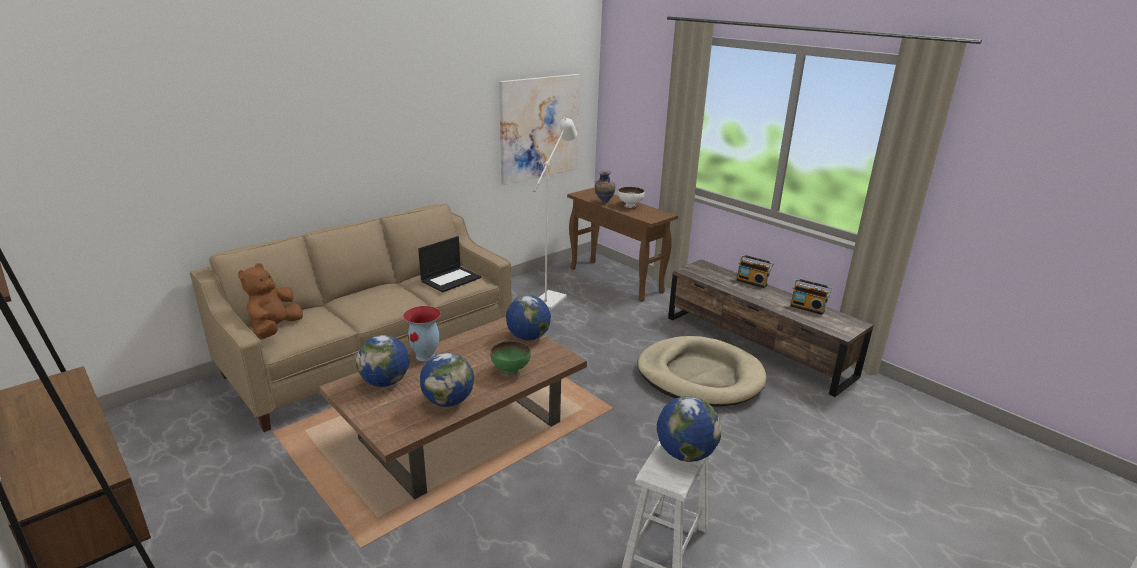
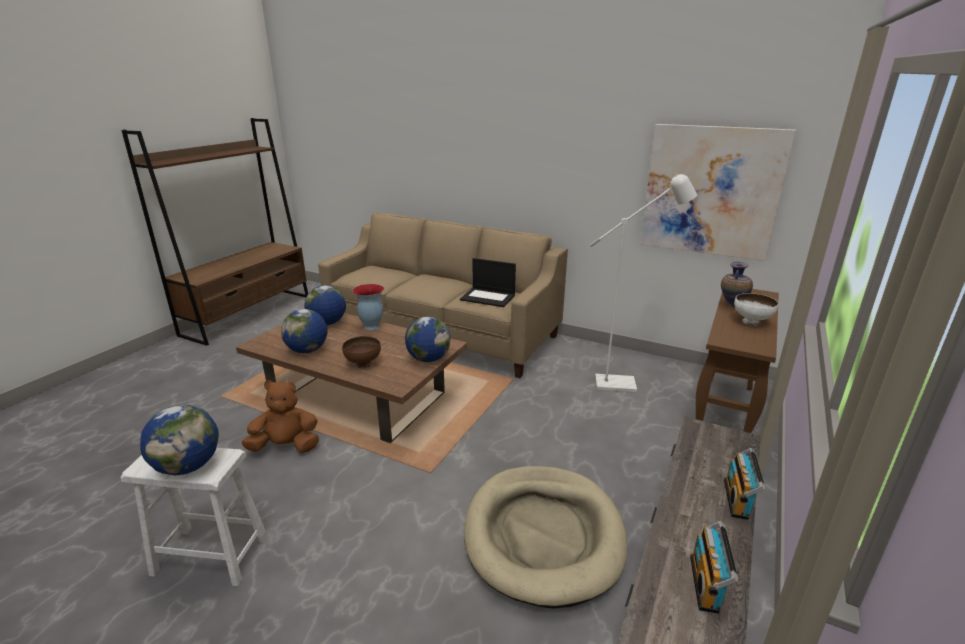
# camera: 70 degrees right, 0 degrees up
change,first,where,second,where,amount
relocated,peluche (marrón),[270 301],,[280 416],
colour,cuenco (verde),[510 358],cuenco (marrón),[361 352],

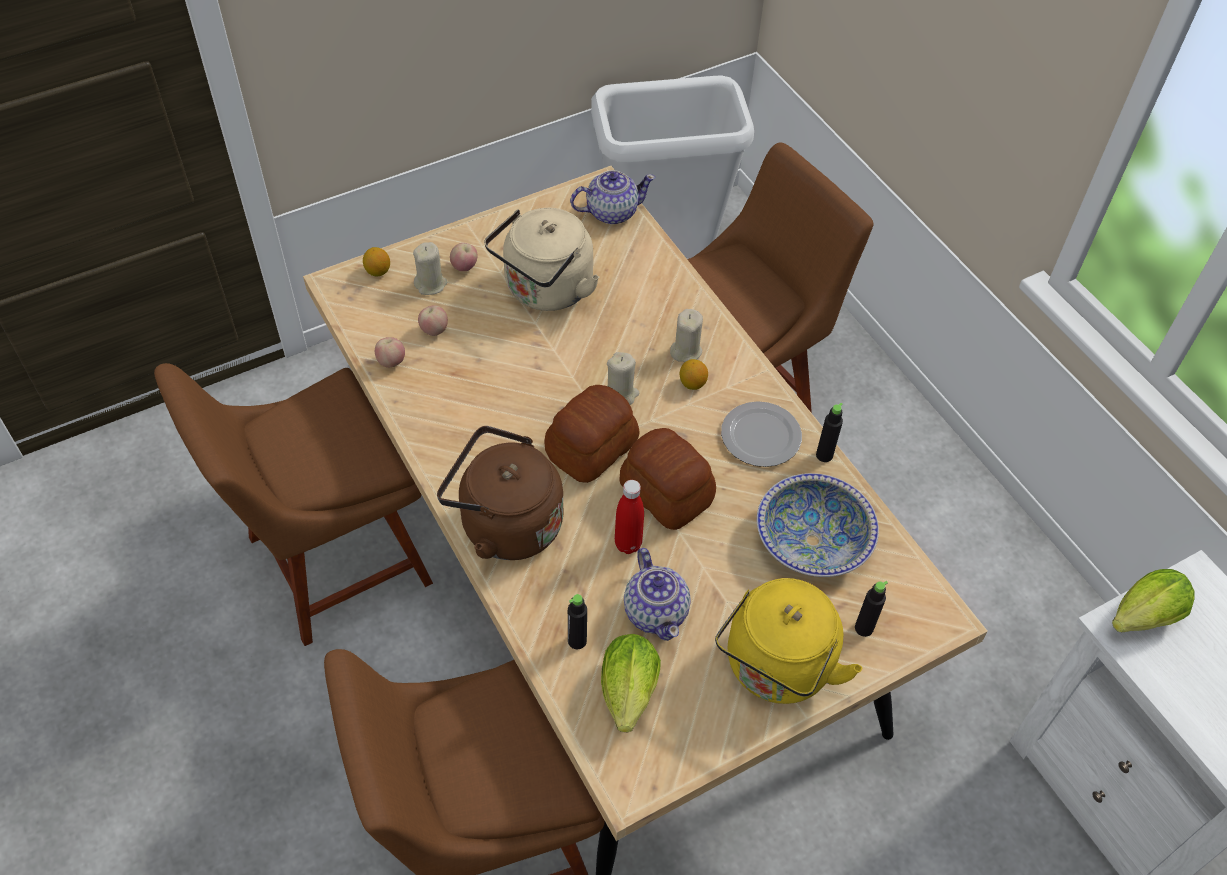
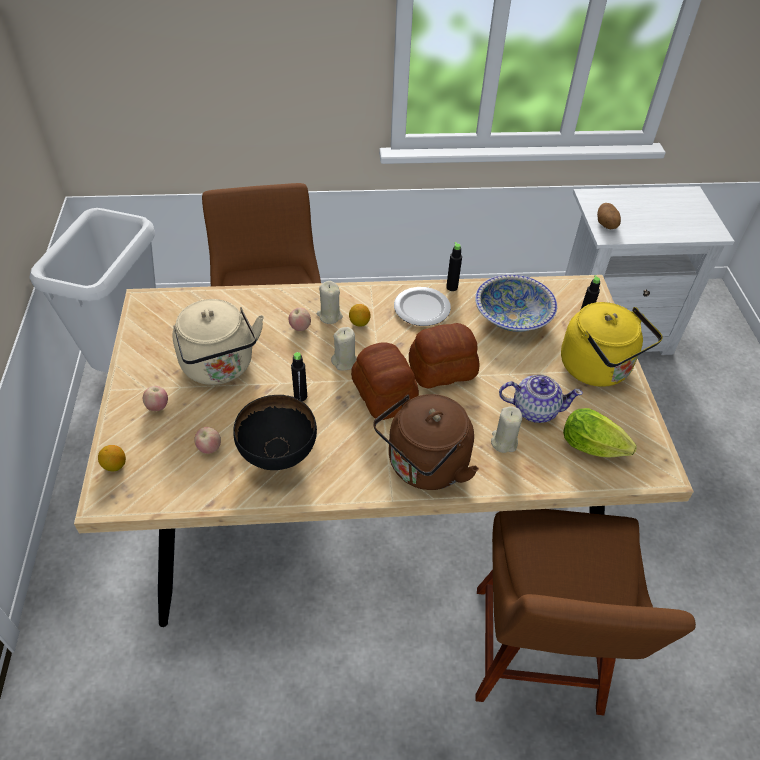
# camera: 65 degrees left, 5 degrees down
change,first,where,second,where,amount
missing,silla (marrón),[293 504],,,
missing,tetera,[612 197],,,
missing,botella (rojo),[629 517],,,
appeared,,,cuenco (negro),[275 432],
relocated,manzana,[390 352],,[300 319],
relocated,vela (beis),[430 268],,[506 429],
relocated,botella (negro),[577 621],,[299 376],
exchanged,lechuga,[1153 600],patata,[609 216],

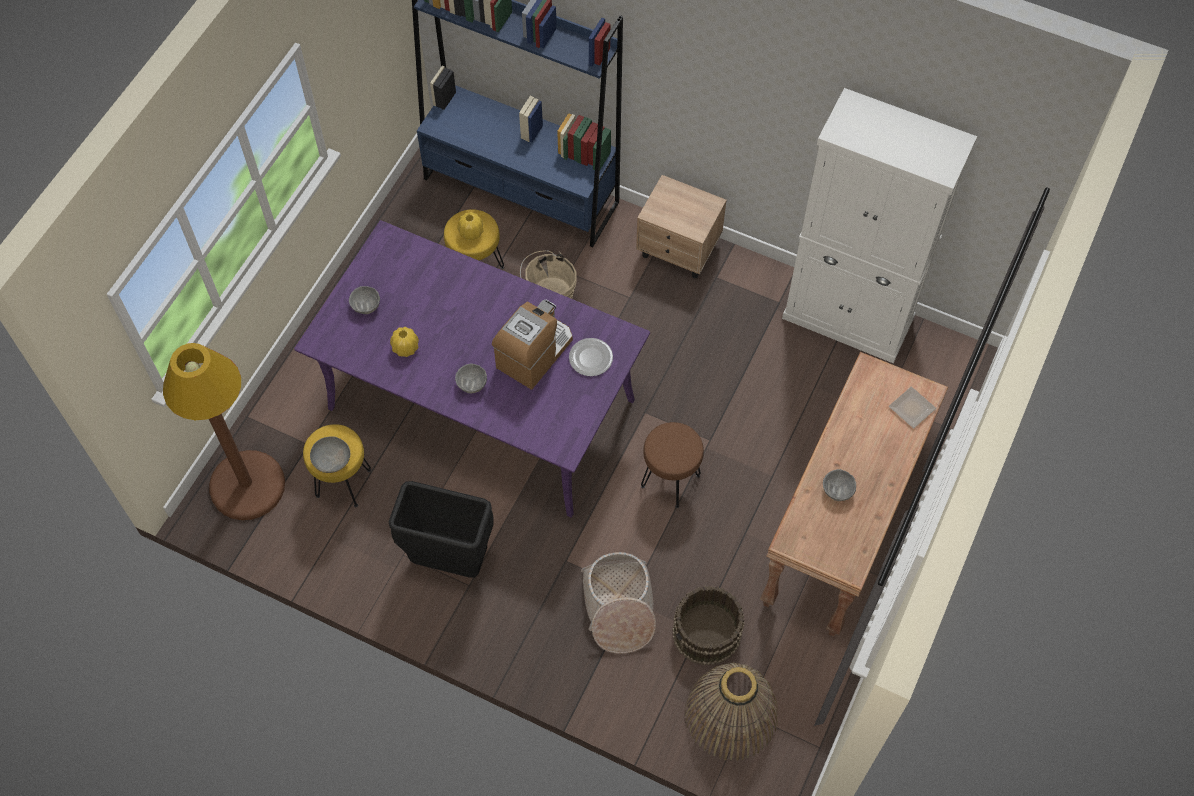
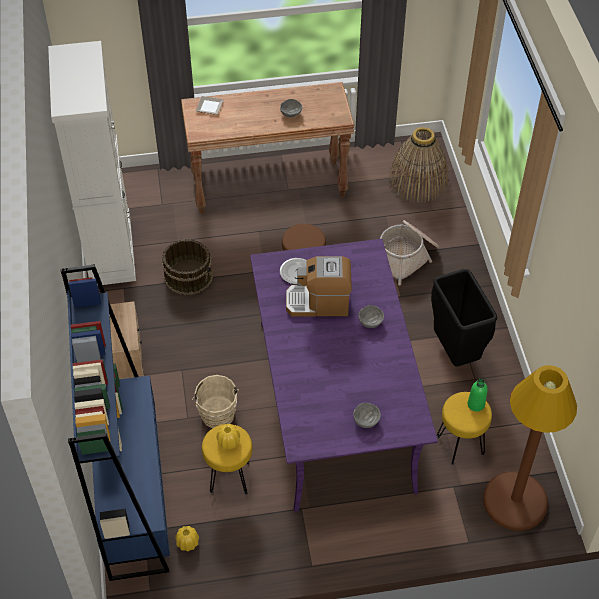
# camera: 125 degrees left, 10 degrees down
change,first,where,second,where,amount
relocated,florero (amarillo),[404 342],,[187 539],
relocated,cubo (marrón),[708 626],,[187 267],
exchanged,cuenco (gris),[330 454],botella (verde),[478 395],

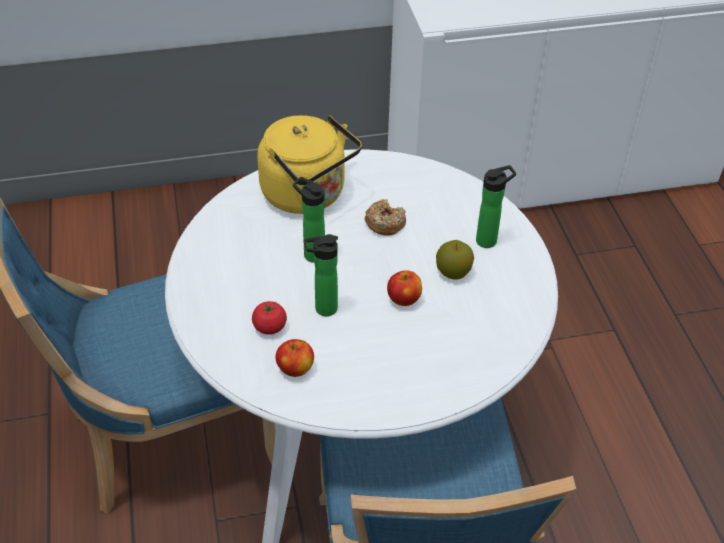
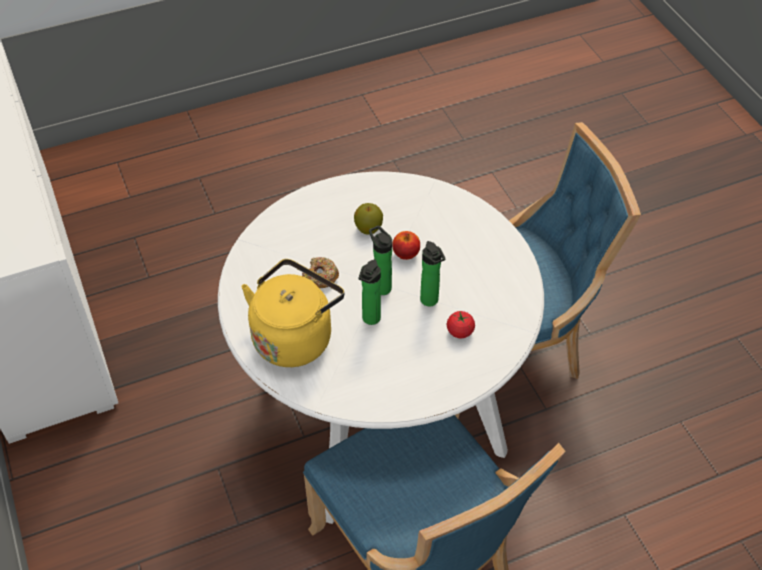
# camera: 100 degrees left, 5 degrees up
change,first,where,second,where,amount
missing,manzana,[295 358],,,
relocated,botella,[496 206],,[380 260],

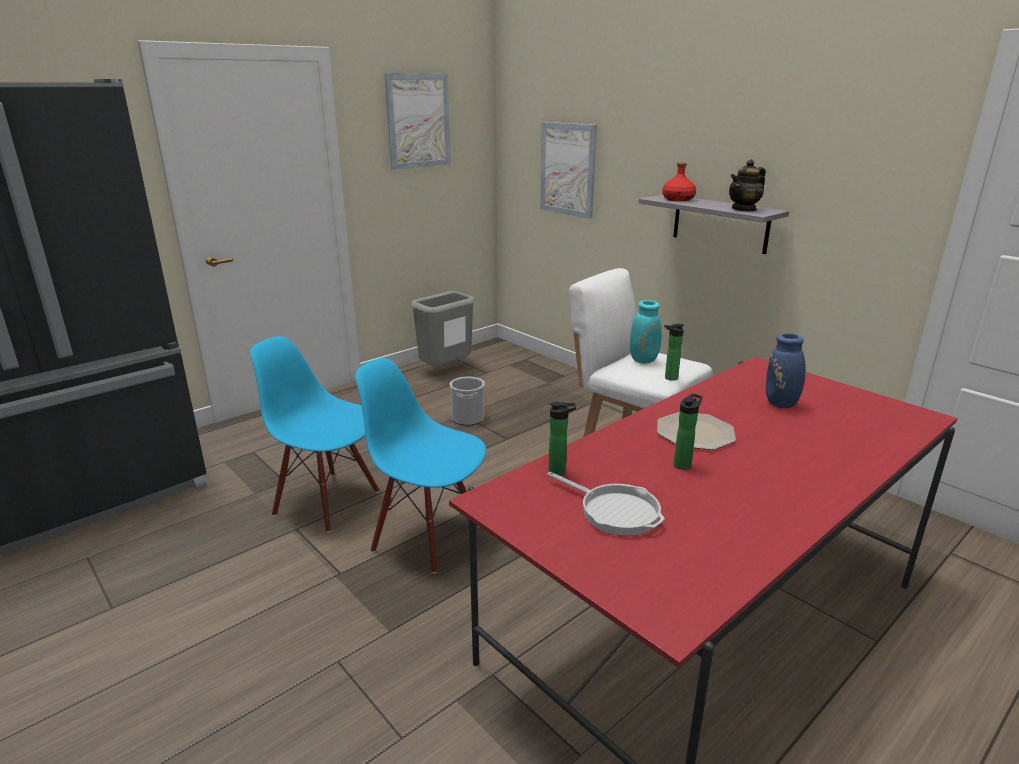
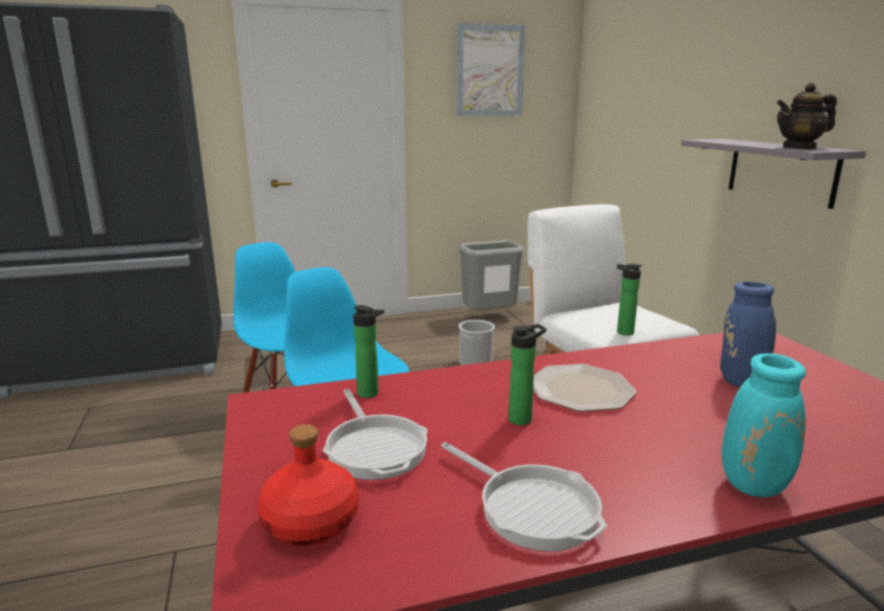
# camera: 25 degrees right, 5 degrees down
change,first,where,second,where,amount
missing,cuadro,[568 170],,,
appeared,,,sartén,[524 496],
relocated,florero (turquesa),[646 332],,[764 425],
relocated,botella (rojo),[679 181],,[308 485],

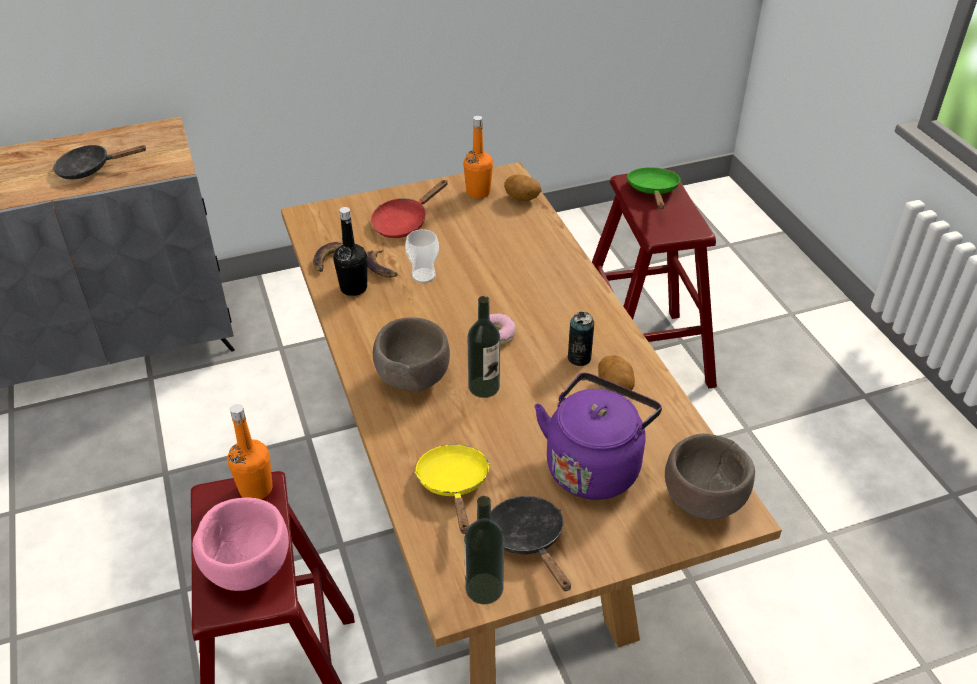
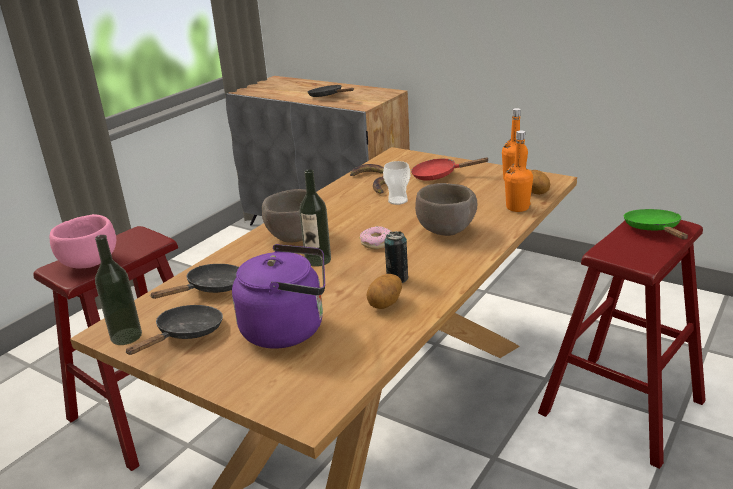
# camera: 55 degrees right, 15 degrees down
change,first,where,second,where,amount
missing,botella (negro),[350 251],,,
relocated,botella (naranja),[250 451],,[519 171],
relocated,cuenco (marrón),[710 476],,[446 209],
colour,sartén (amarillo),[452 489],sartén (negro),[195 281],
spun,sartén (verde),[654 188],,[656 224],60 degrees counterclockwise

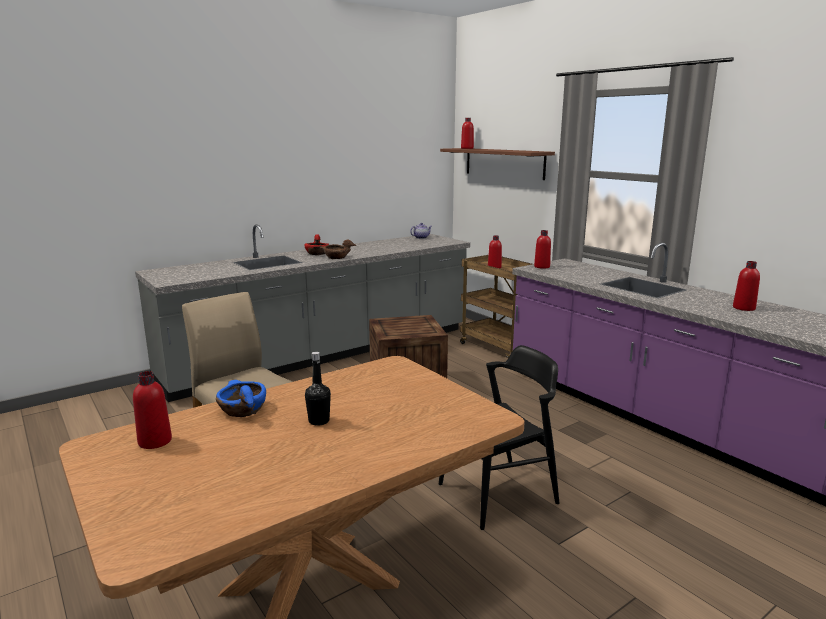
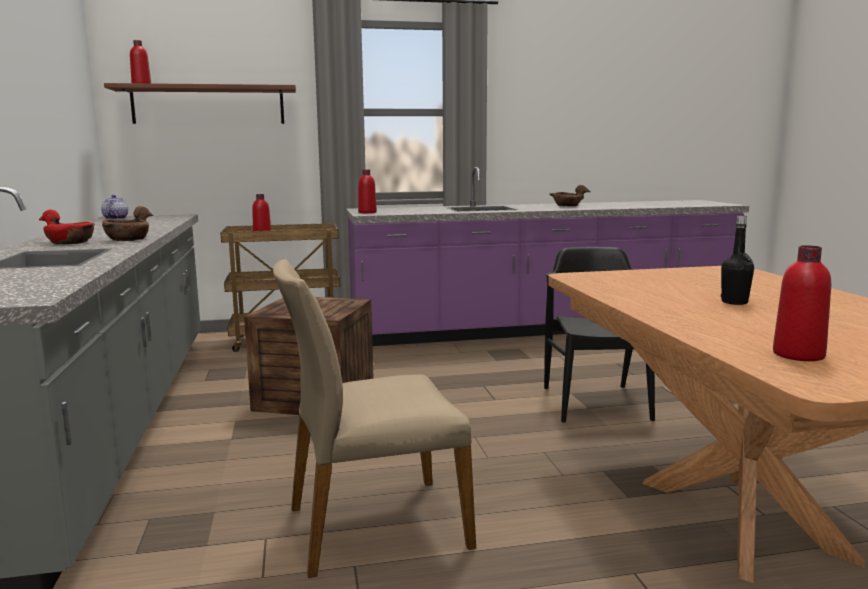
# camera: 65 degrees left, 5 degrees down
change,first,where,second,where,amount
missing,cuenco (azul),[241 398],,,
exchanged,botella (rojo),[746 286],cuenco (marrón),[569 195],

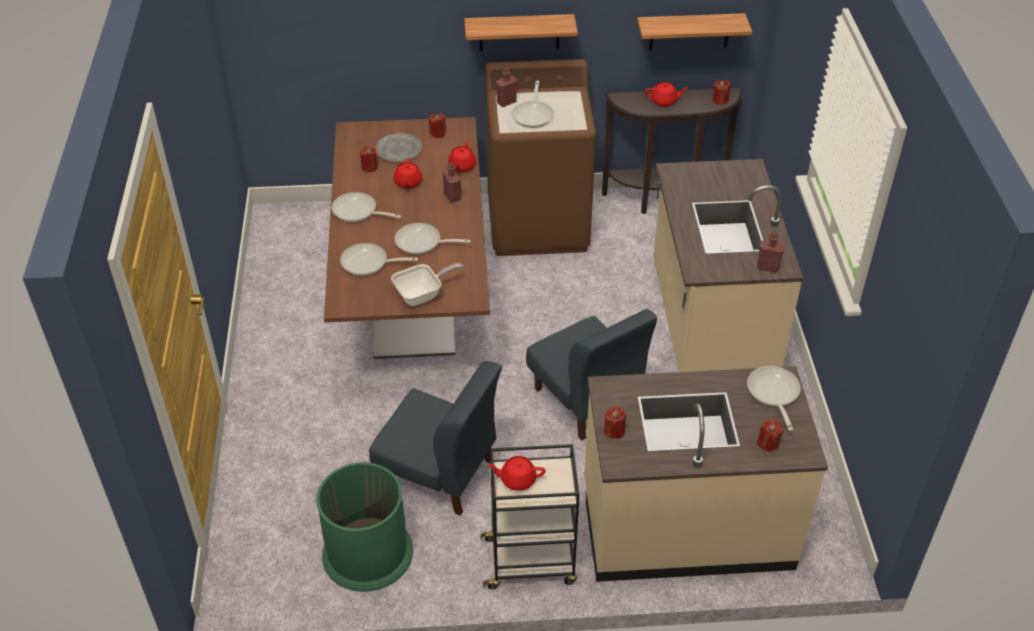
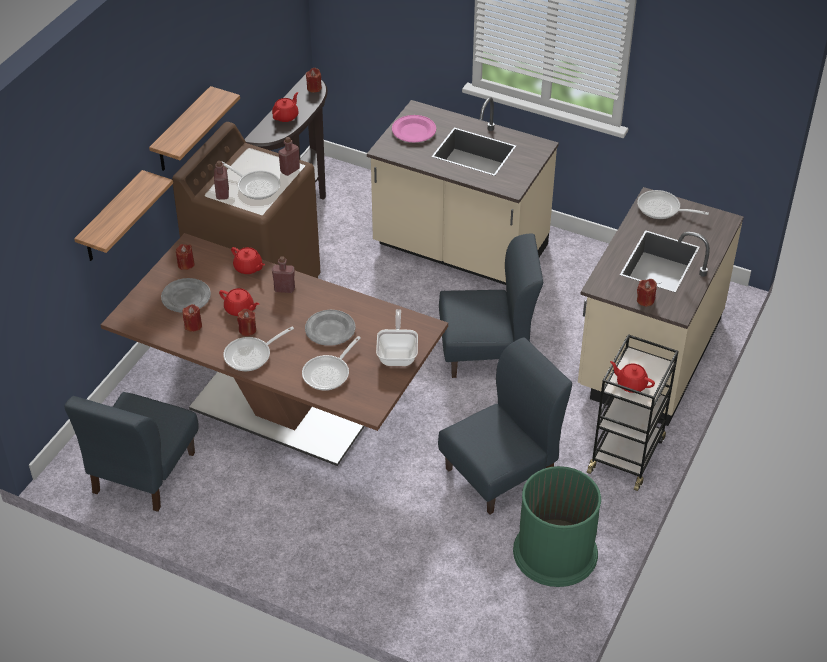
# camera: 60 degrees left, 0 degrees up
change,first,where,second,where,amount
appeared,,,silla (azul),[132 452],
appeared,,,plato (rosa),[414 128],
relocated,estante,[694 31],,[123 215],
relocated,botella (rojo),[770 252],,[289 156],
relocated,vela (rojo),[770 435],,[246 322],
exchanged,sartén,[433 239],plato (gris),[330 328],
spun,tetera (rojo),[516 473],,[632 377],90 degrees clockwise

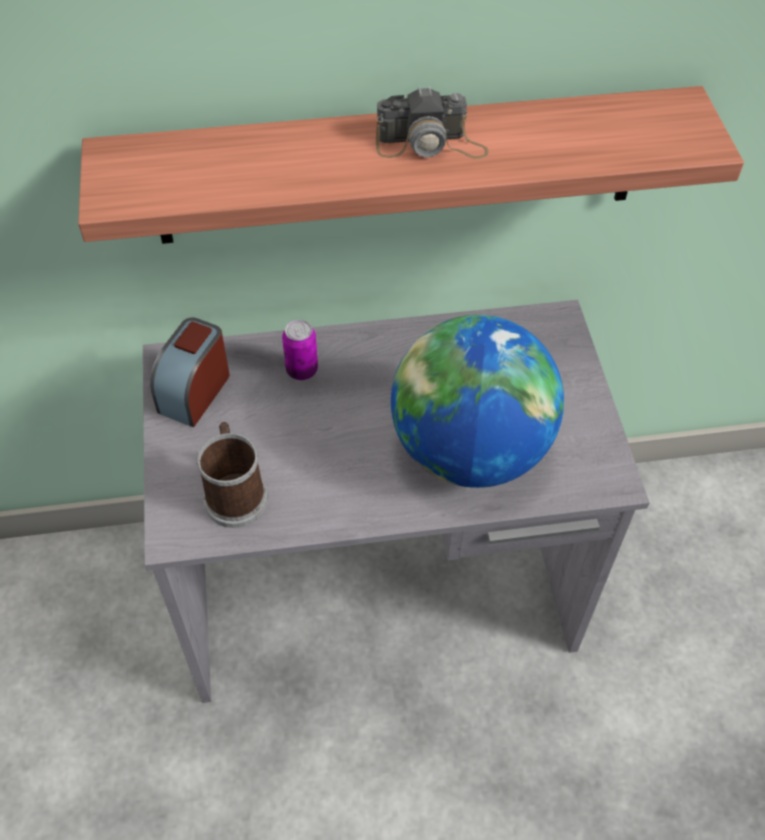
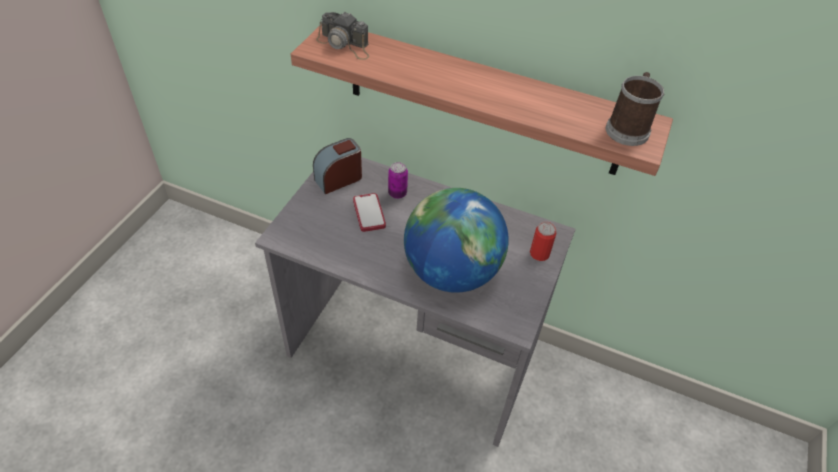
# camera: 30 degrees right, 5 degrees down
change,first,where,second,where,amount
appeared,,,móvil,[369 212],
appeared,,,lata,[543 241],
relocated,taza grande,[232 475],,[635 109],
relocated,cámara,[432 122],,[342 35],

